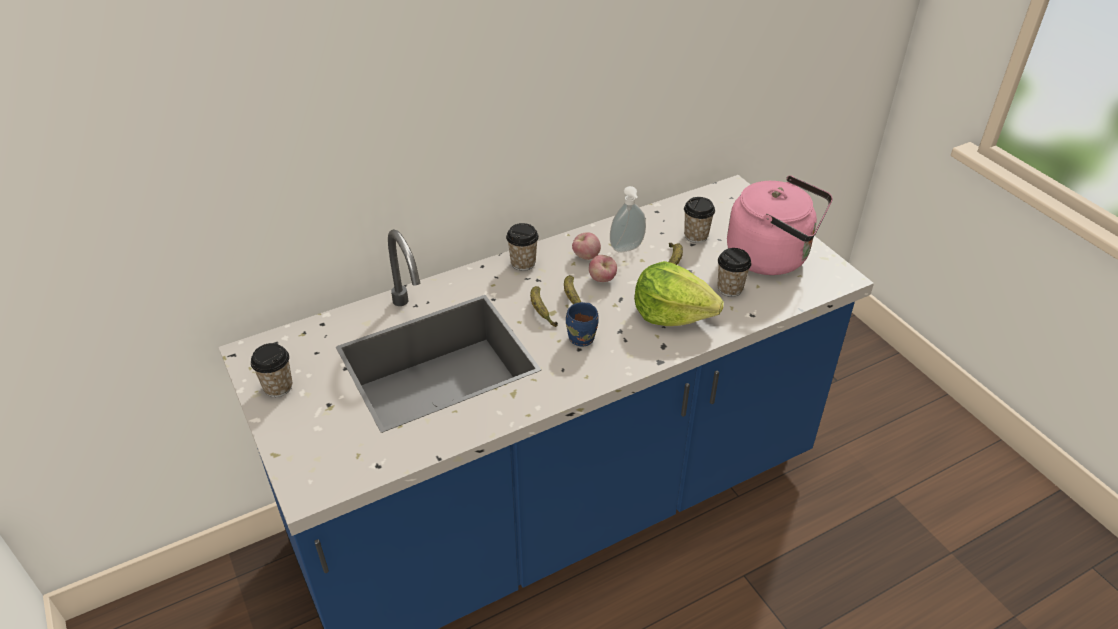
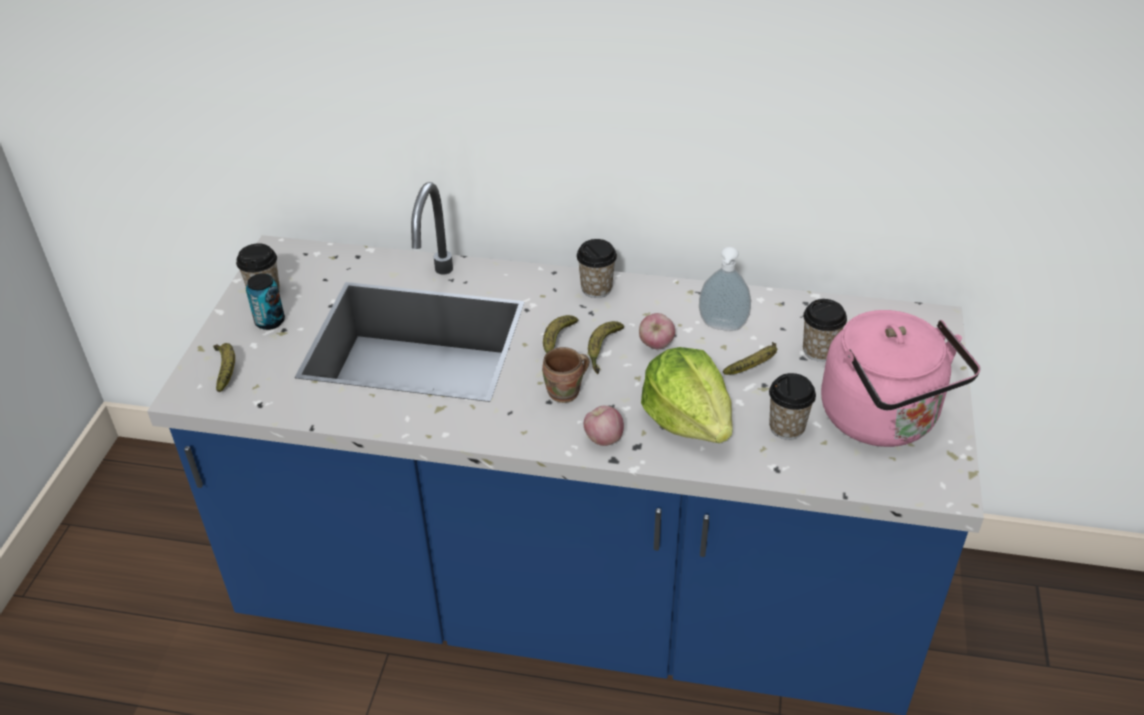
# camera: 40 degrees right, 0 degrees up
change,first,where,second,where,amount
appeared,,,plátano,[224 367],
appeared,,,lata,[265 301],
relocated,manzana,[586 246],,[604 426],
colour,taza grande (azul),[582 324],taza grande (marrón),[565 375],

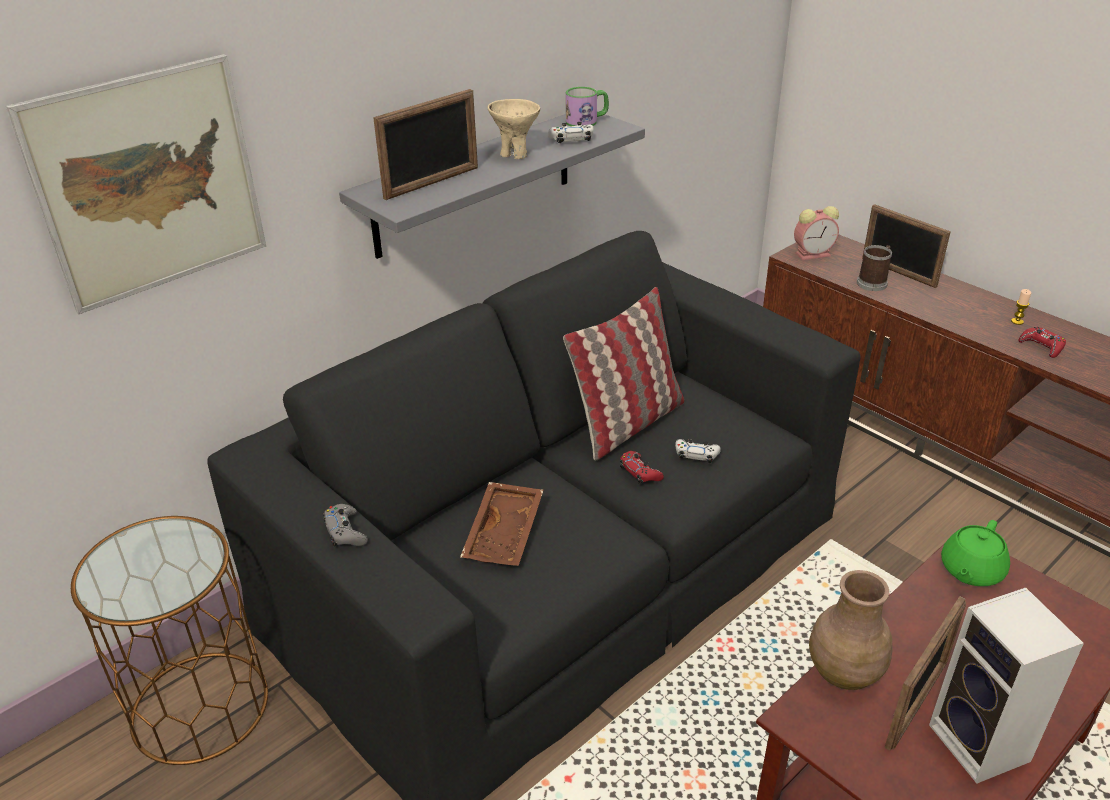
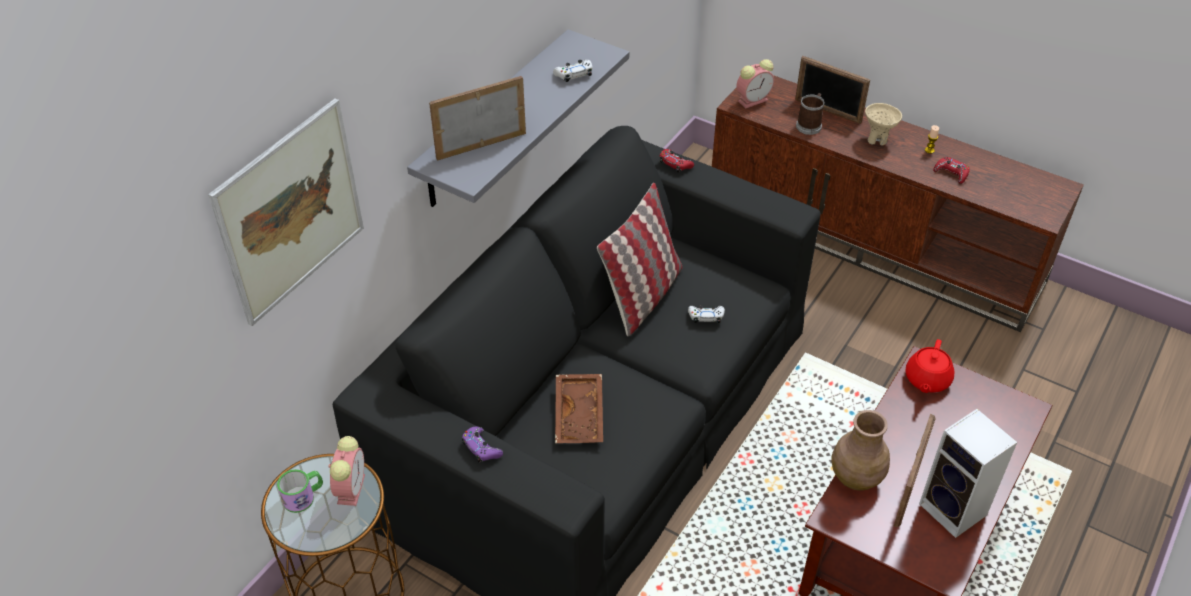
# camera: 15 degrees left, 10 degrees up
change,first,where,second,where,amount
appeared,,,despertador,[347 471],
relocated,cuenco (beis),[513 129],,[883 124],
relocated,taza grande,[587 106],,[300 491],
relocated,mando de consola (rojo),[642 467],,[677 161],
colour,mando de consola (gris),[345 525],mando de consola (morado),[482 445],
colour,tetera (verde),[975 553],tetera (rojo),[930 366],
spun,portarretratos,[425 144],,[477 118],150 degrees counterclockwise

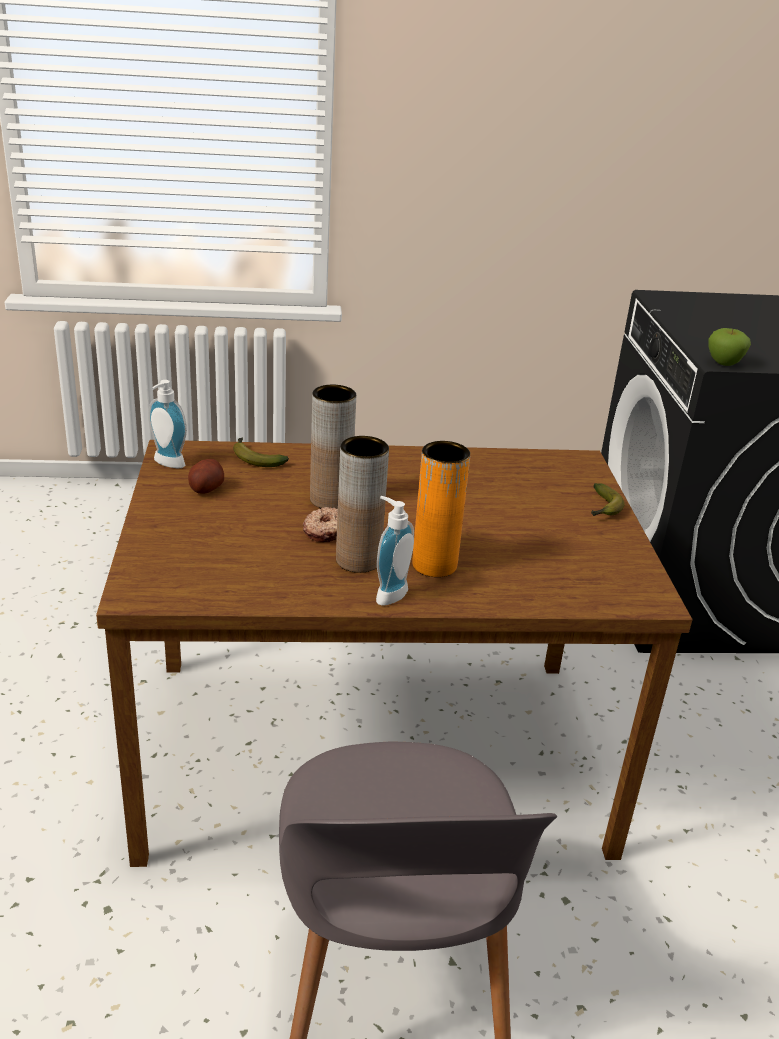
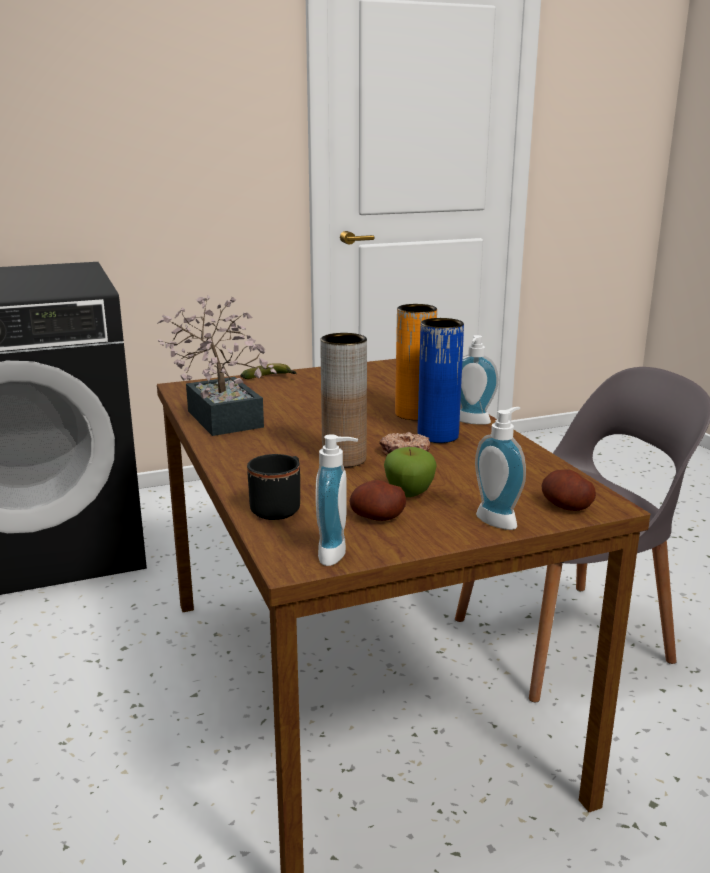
# camera: 105 degrees left, 10 degrees down
change,first,where,second,where,amount
appeared,,,planta en maceta,[217 365],
appeared,,,dispensador de jabón,[500 468],
appeared,,,patata,[569 490],
relocated,manzana,[730 347],,[410 472],
exchanged,plátano,[261 452],taza grande (negro),[273 487],
colour,florero (marrón),[362 504],florero (azul),[441 380],

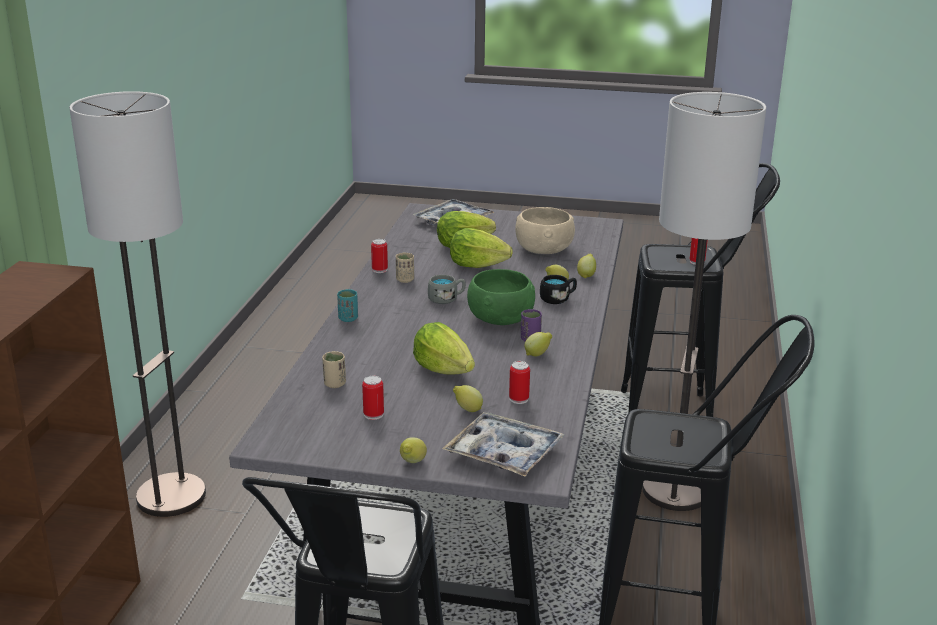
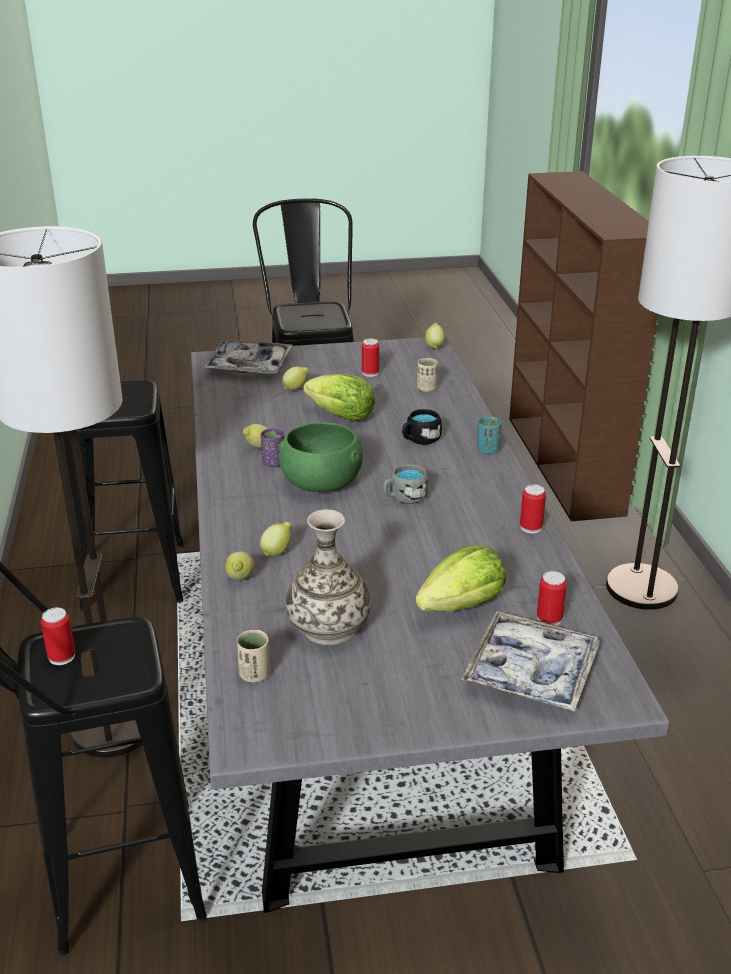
# camera: 160 degrees right, 5 degrees up
change,first,where,second,where,amount
missing,lechuga,[481 248],,,
relocated,taza (beis),[405 268],,[253 656],
relocated,limón,[413 450],,[435 336],
relocated,lata,[519 382],,[552 598],
relocated,taza grande (negro),[558 289],,[422 427],
exchanged,cuenco (beis),[545 230],florero,[328 577],

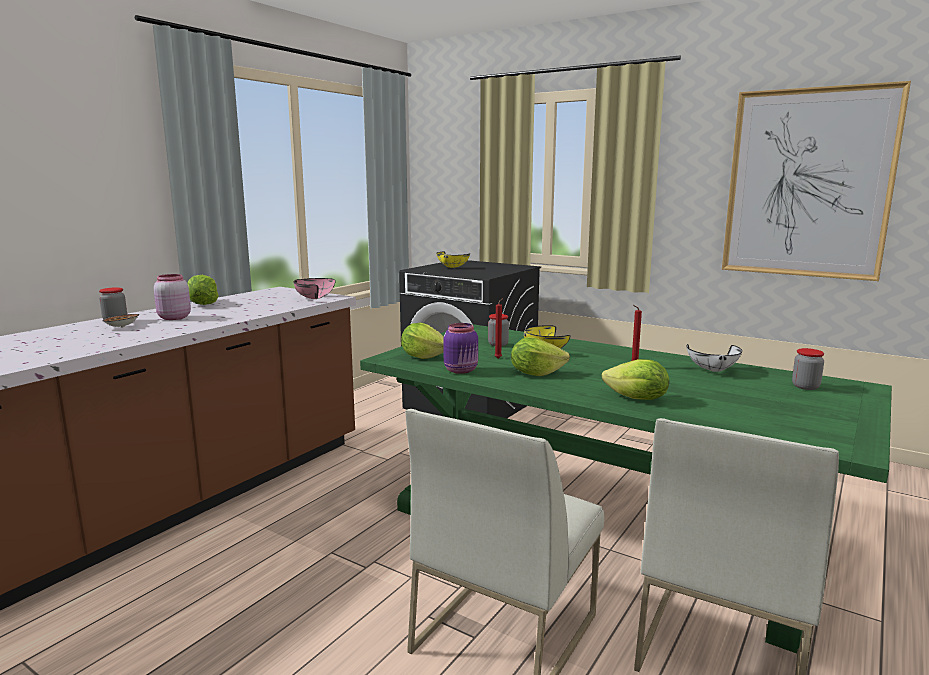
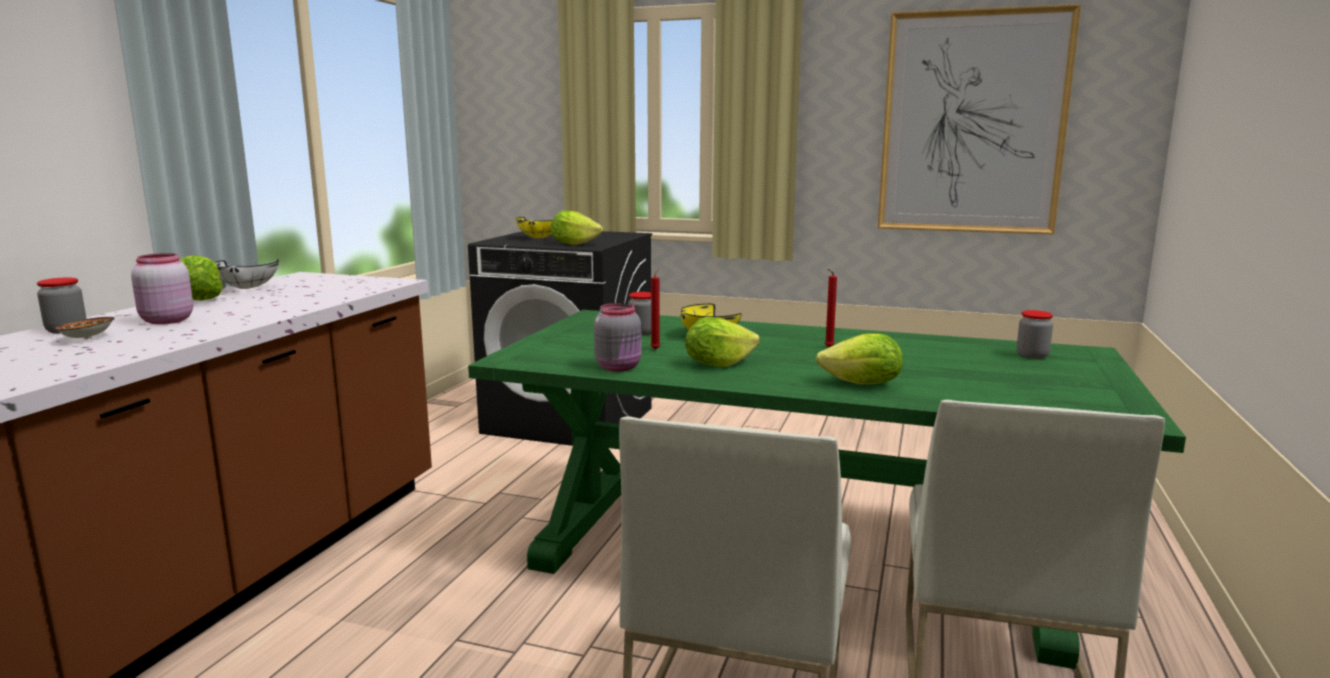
# camera: 15 degrees left, 0 degrees up
change,first,where,second,where,amount
missing,cuenco (rosa),[314 288],,,
relocated,lechuga,[422 341],,[577 227],
relocated,cuenco (blanco),[714 358],,[247 274],
colour,tarro (morado),[460 348],tarro (gris),[617 337],

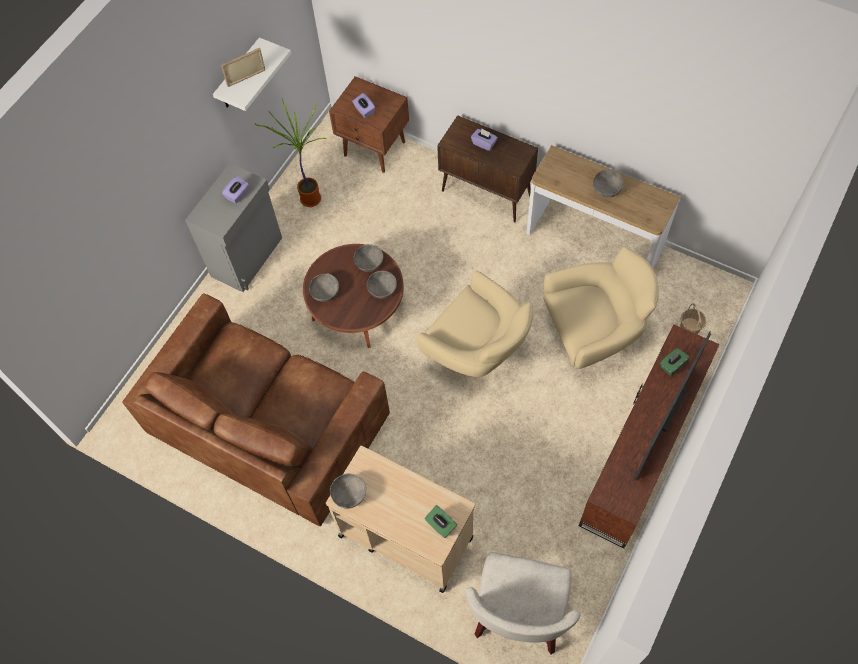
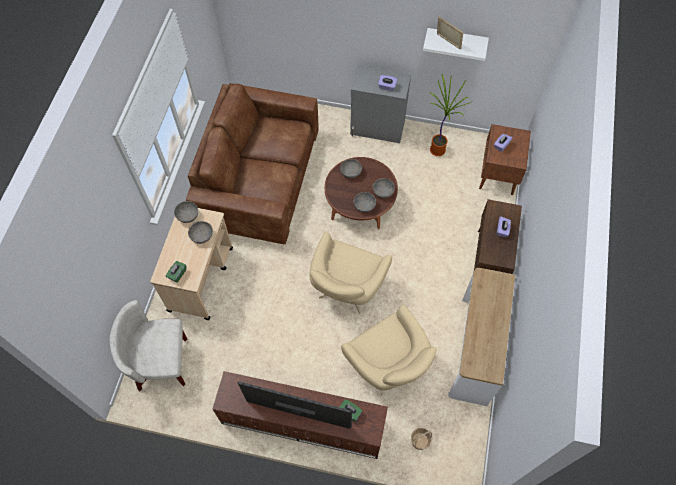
# camera: 70 degrees right, 0 degrees up
change,first,where,second,where,amount
relocated,cuenco (gris),[608 184],,[200 232],

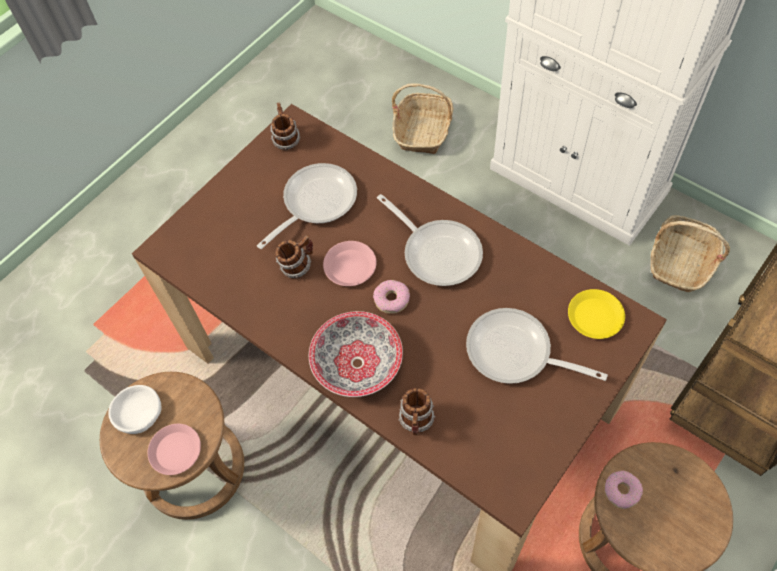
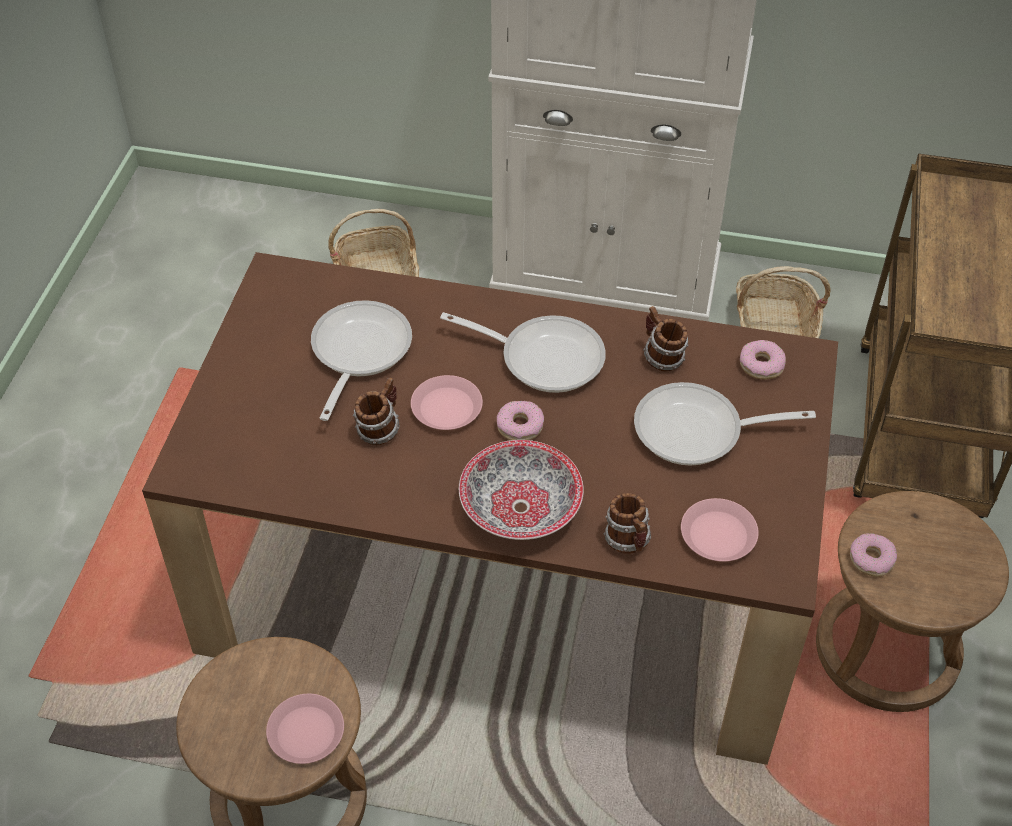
# camera: 30 degrees left, 10 degrees down
change,first,where,second,where,amount
missing,cuenco (blanco),[135 409],,,
appeared,,,plato (rosa),[720 530],
relocated,taza grande,[285 126],,[665 338],
exchanged,plato (amarillo),[596 314],rosquilla,[763 359],

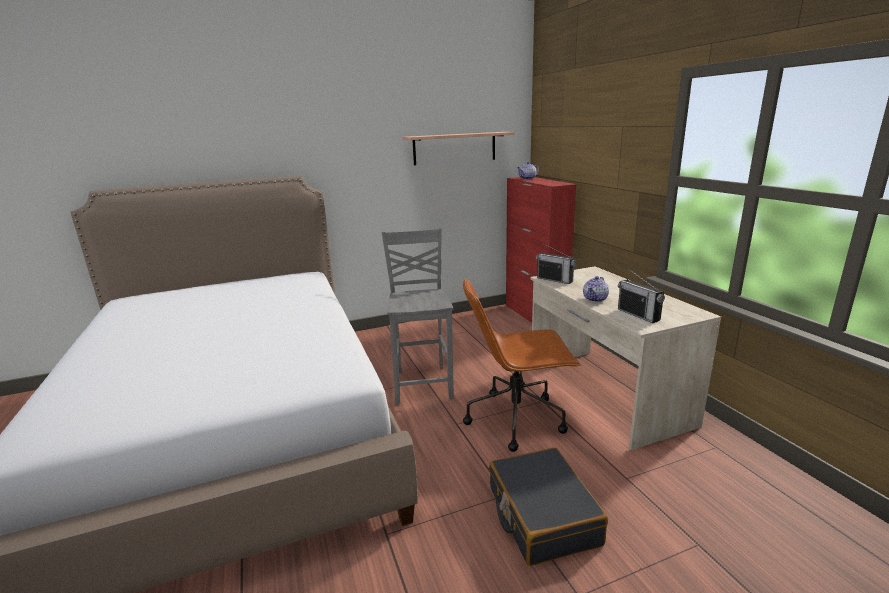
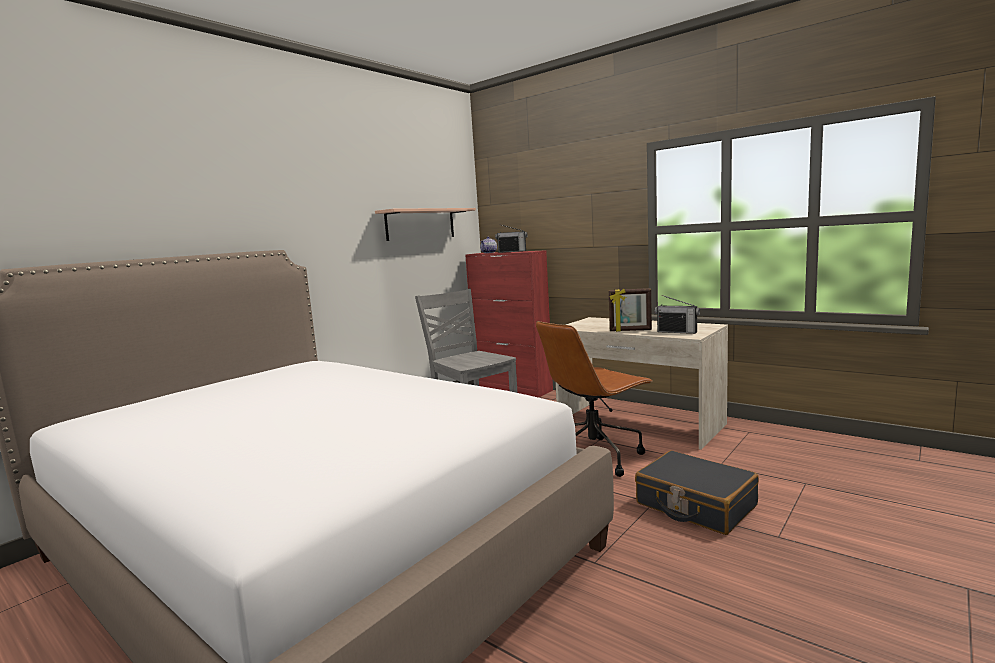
# camera: 30 degrees left, 10 degrees down
change,first,where,second,where,amount
relocated,radio,[556 264],,[511 239],
exchanged,tetera,[596 289],portarretratos,[630 310],

